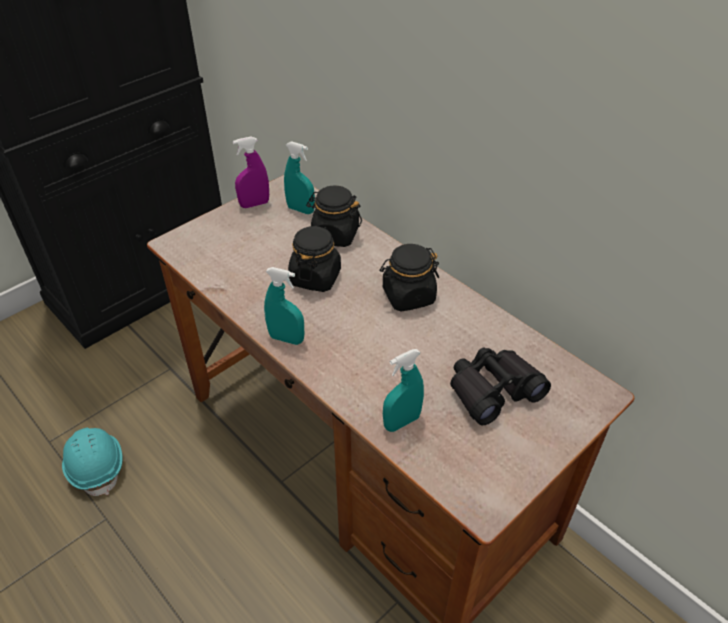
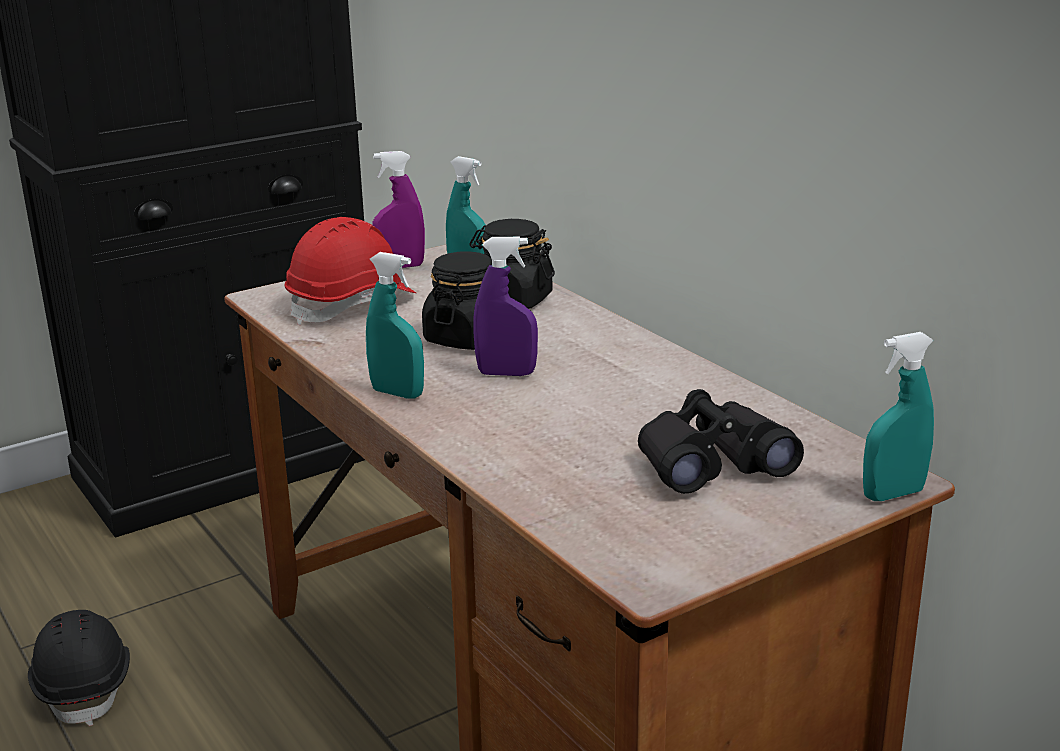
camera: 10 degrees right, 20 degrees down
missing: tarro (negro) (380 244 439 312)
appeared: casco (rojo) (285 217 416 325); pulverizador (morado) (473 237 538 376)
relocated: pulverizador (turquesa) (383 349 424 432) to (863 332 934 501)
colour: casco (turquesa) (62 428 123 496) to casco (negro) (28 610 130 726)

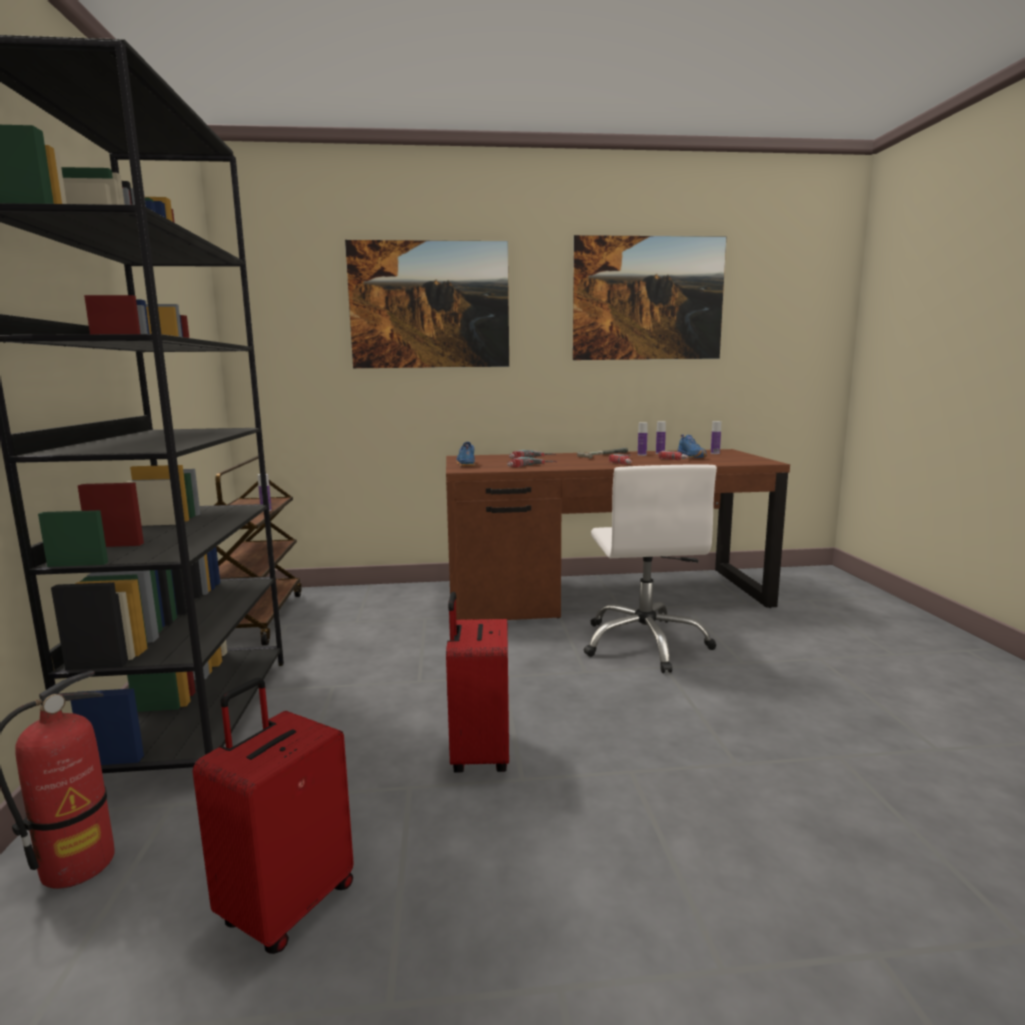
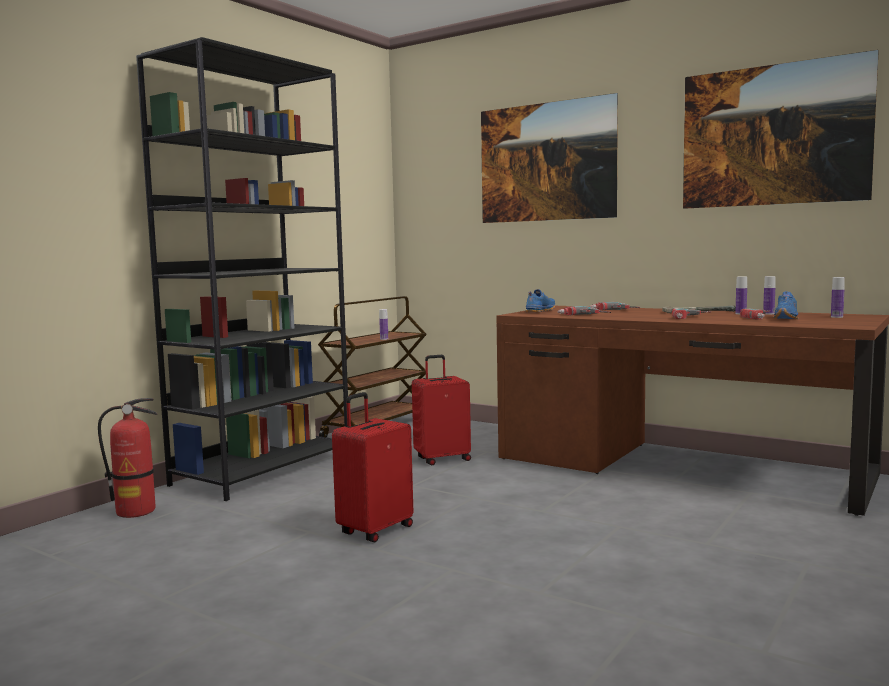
camera: 40 degrees right, 5 degrees down
missing: silla de oficina (blanco) (584 464 717 673)
relocated: maleta (rojo) (192 678 354 954) to (412 355 471 465)

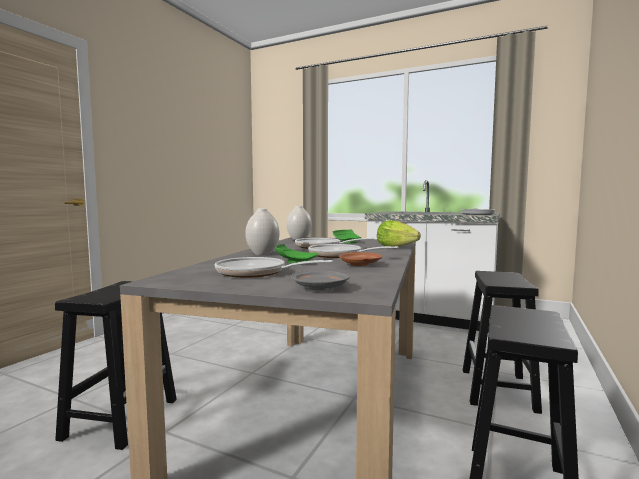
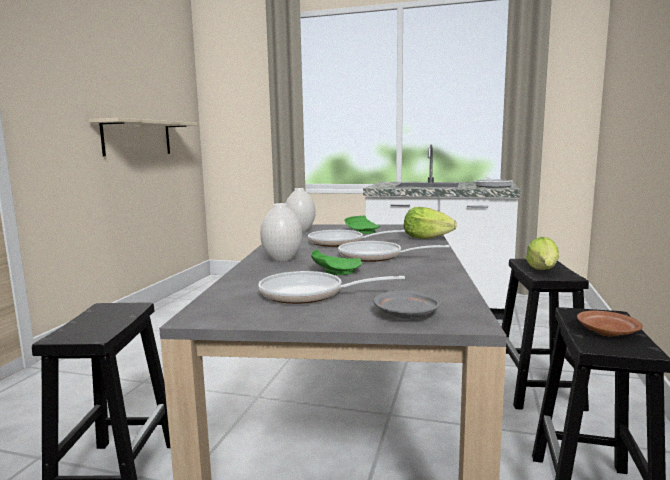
camera: 10 degrees left, 5 degrees up
appeared: estante (beis) (89 118 197 156); lechuga (526 237 559 270)
relocated: plato (marrón) (339 252 382 266) to (577 310 643 336)

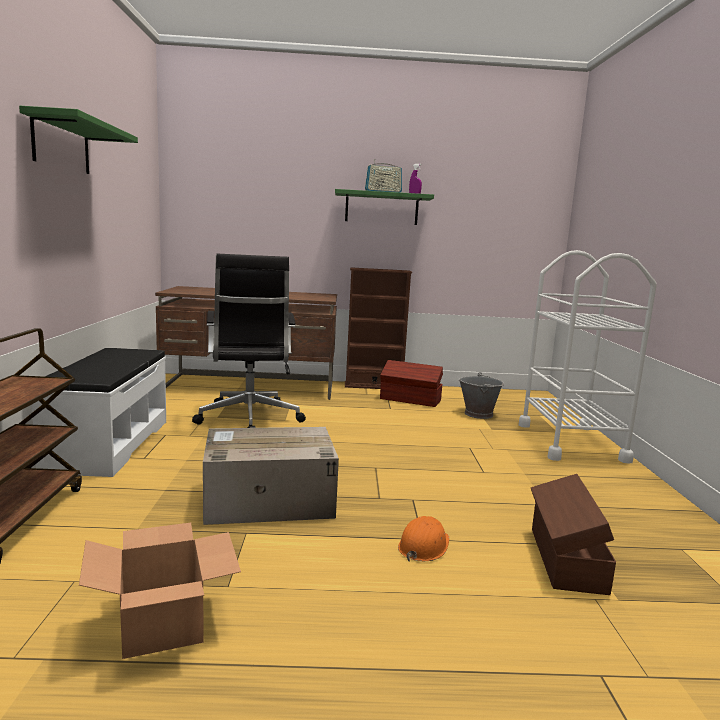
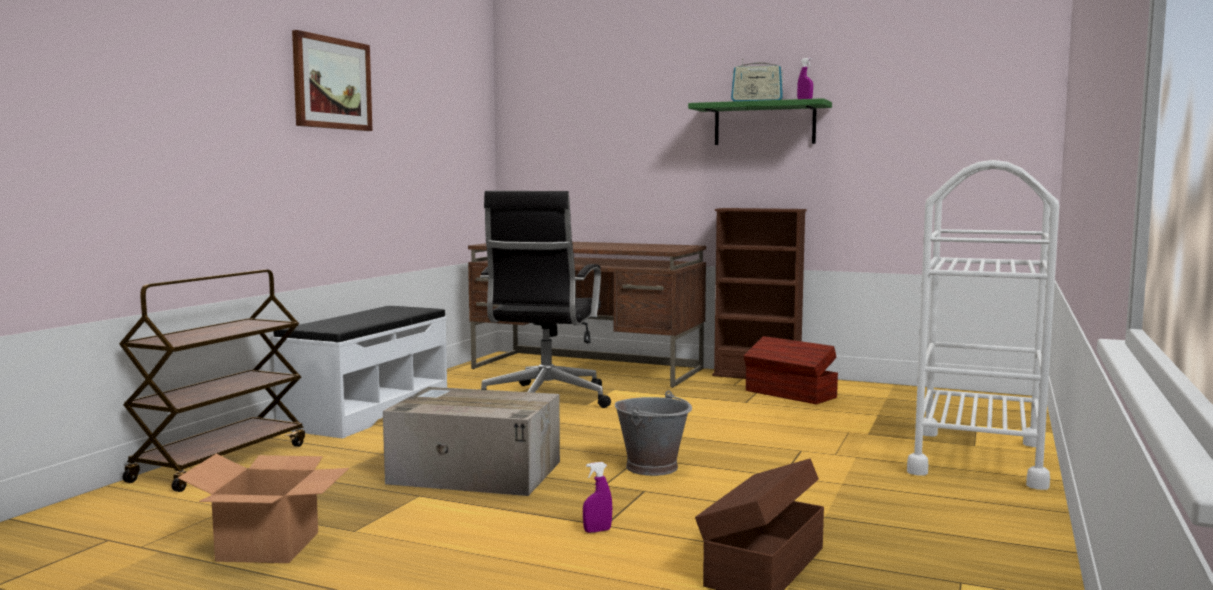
camera: 25 degrees right, 5 degrees down
relocated: cubo (gris) (458 372 505 419) to (615 390 692 476)
exchanged: estante (verde) (19 106 138 174) to cuadro (292 30 372 131); casco (naranja) (398 516 449 561) to pulverizador (morado) (583 462 612 533)

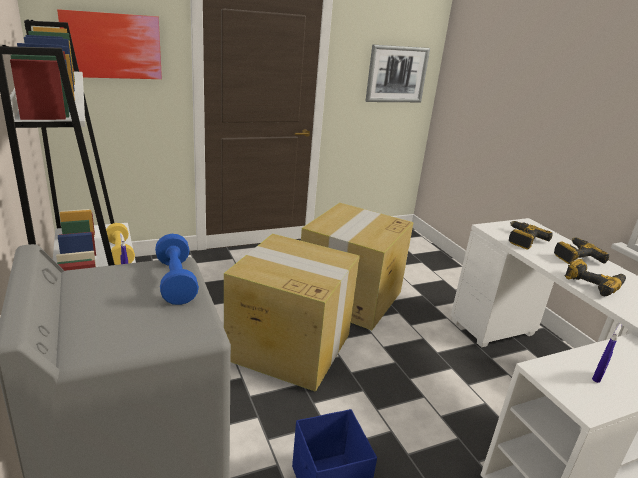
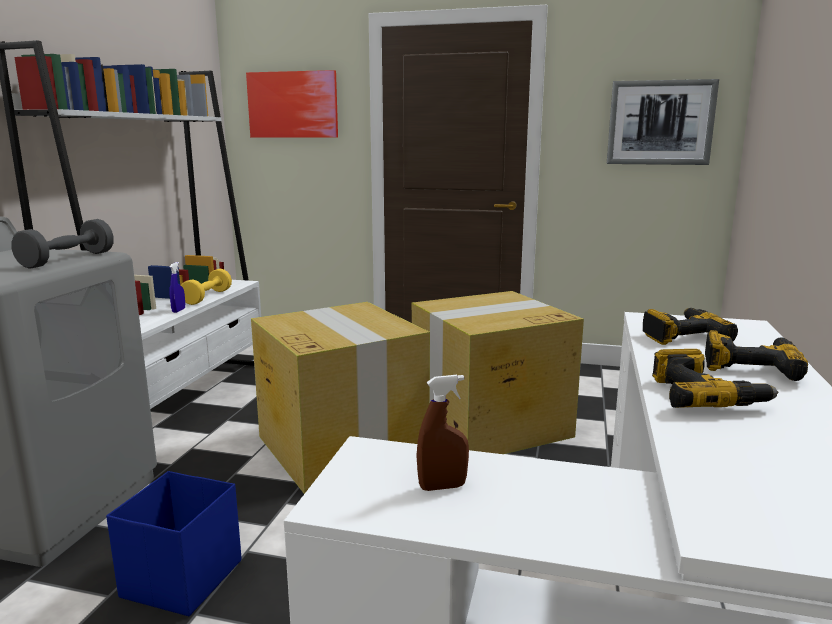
camera: 40 degrees right, 10 degrees down
colour: mancuerna (azul) (155 234 199 305) to mancuerna (gris) (11 219 114 269); pulverizador (azul) (592 324 622 383) to pulverizador (marrón) (416 375 469 491)

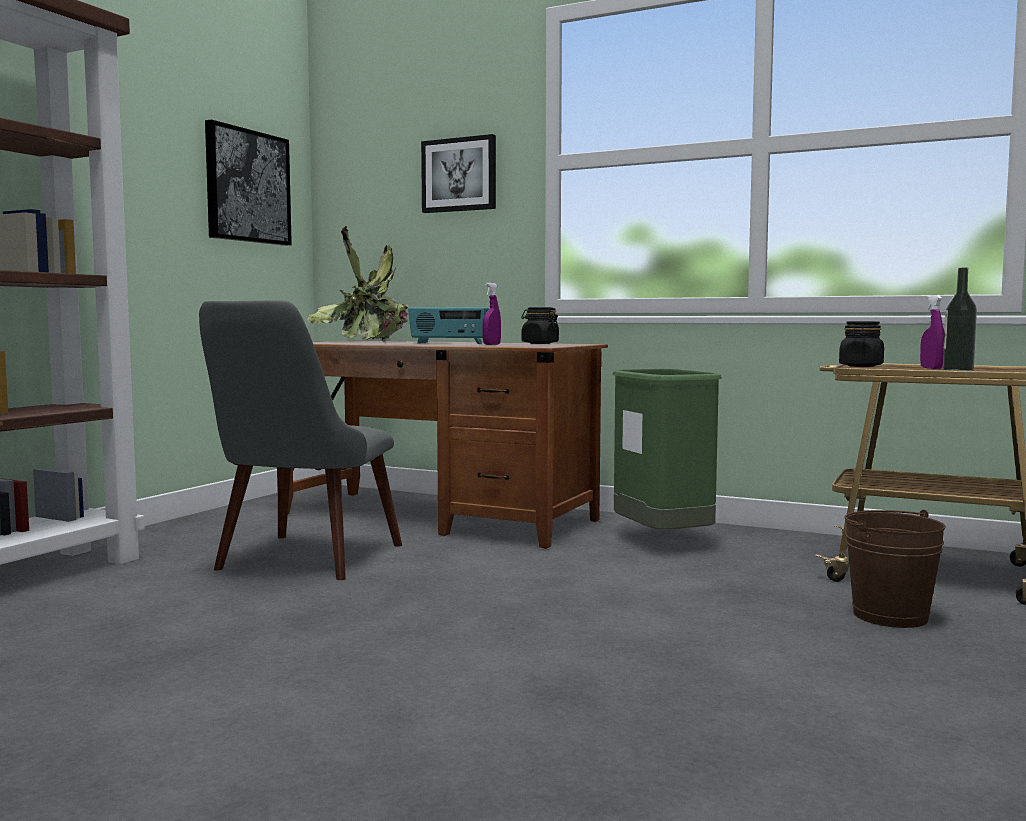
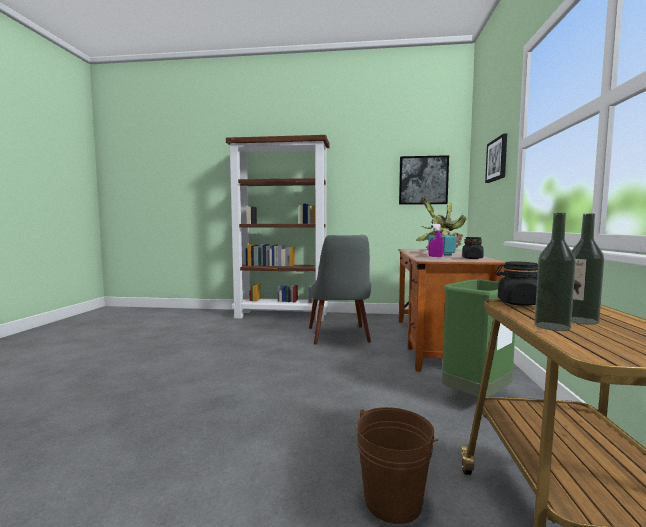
camera: 70 degrees right, 0 degrees up
exchanged: pulverizador (morado) (920 295 944 369) to botella (571 214 604 325)
spun: silla (gris) (199 300 402 580) = (309 235 371 344) 90 degrees counterclockwise

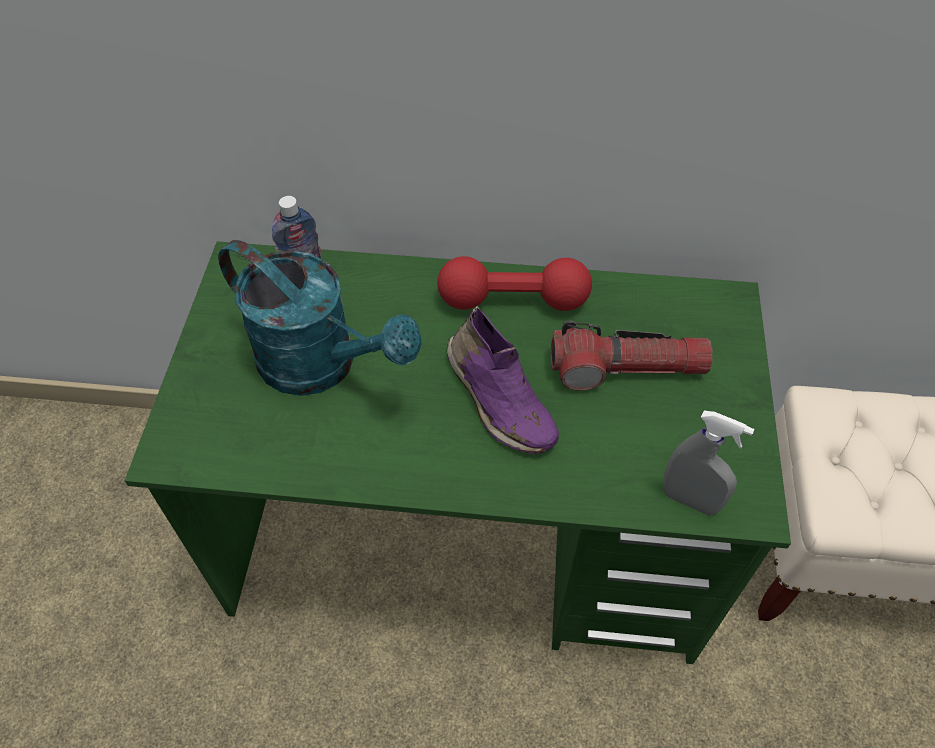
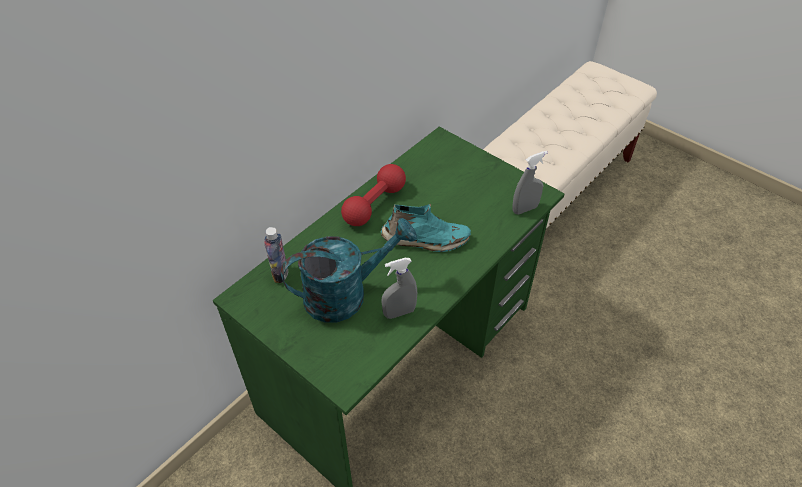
camera: 55 degrees left, 5 degrees down
missing: linterna (551 321 713 391)
appeared: pulverizador (gris) (382 258 417 319)
colour: zapato (morado) (447 306 559 454) to zapato (turquesa) (381 204 471 252)

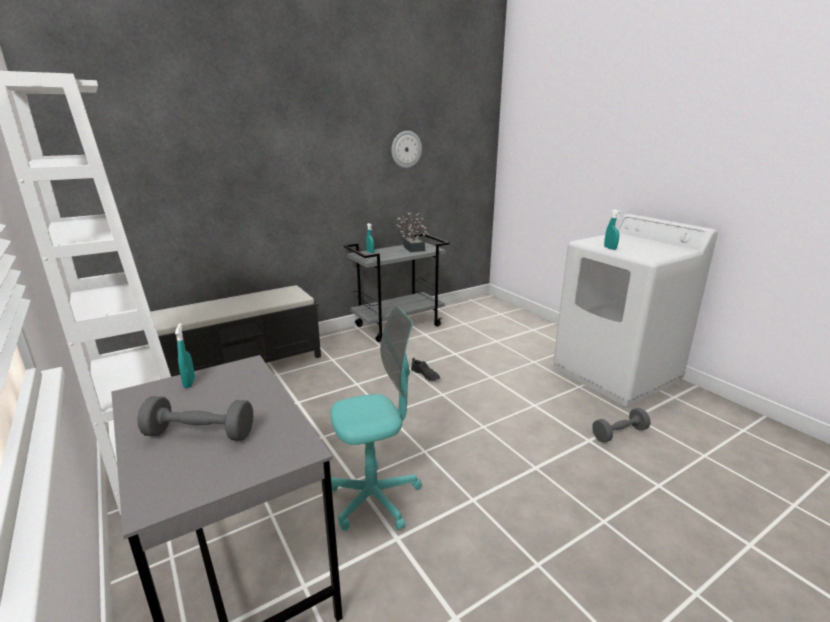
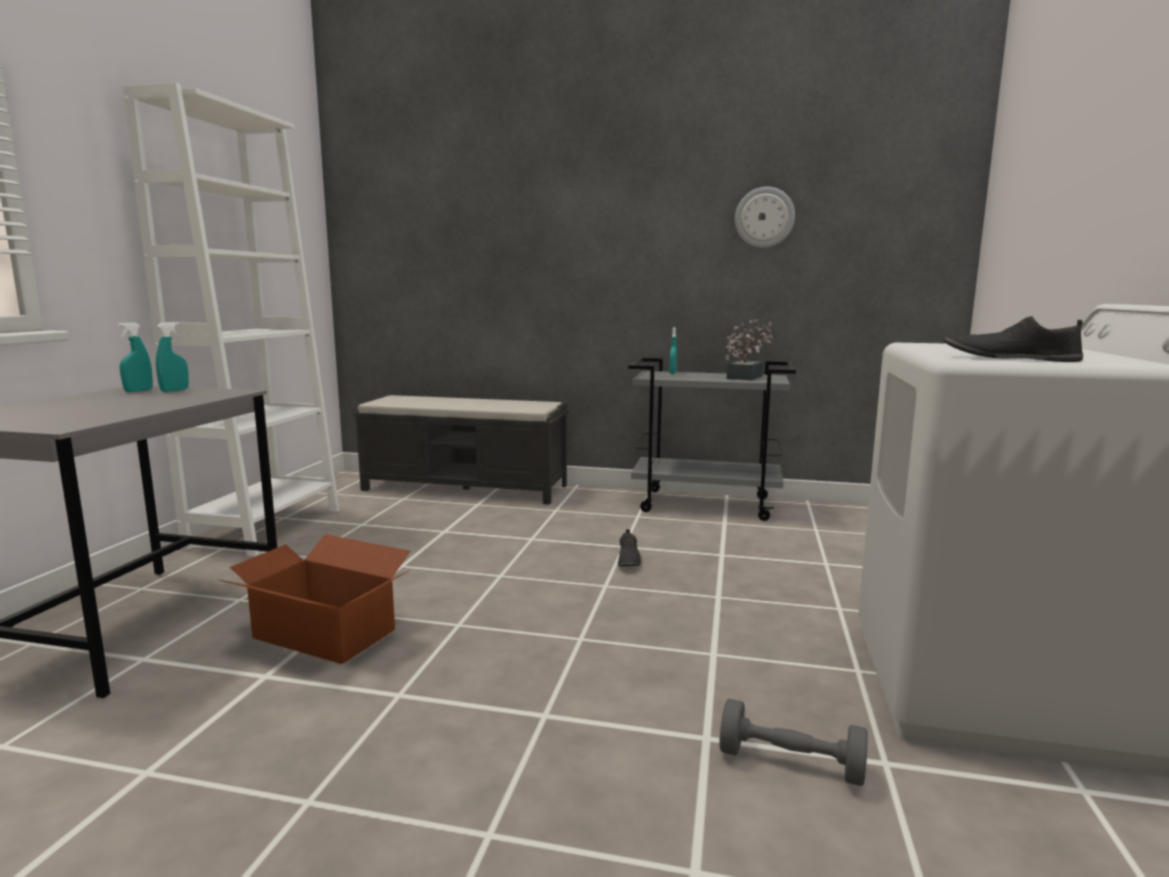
camera: 45 degrees right, 10 degrees down
missing: mancuerna (gris) (137 396 253 441)
appeared: zapato (negro) (943 316 1083 362)
relocated: pulverizador (turquesa) (604 209 622 250) to (118 323 153 392)
exchanged: silla de oficina (turquesa) (331 306 422 531) to caja de cartón (217 534 410 664)

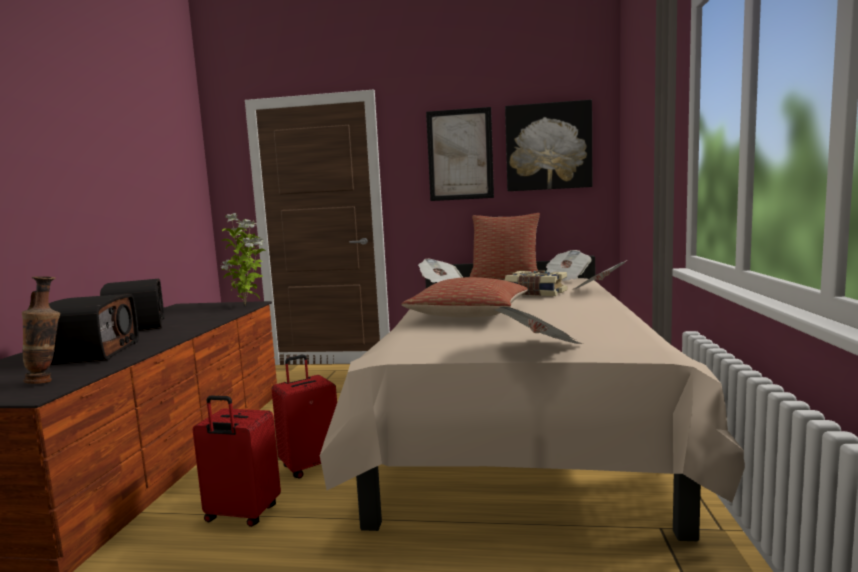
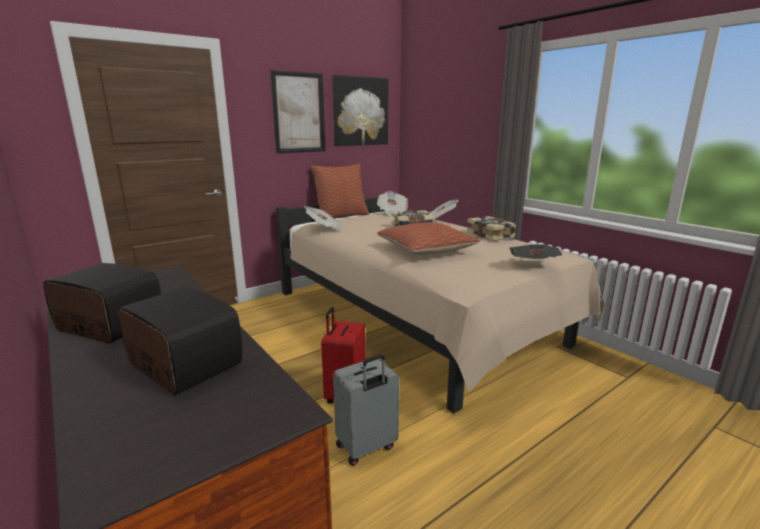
camera: 45 degrees left, 10 degrees up
missing: florero (22 276 60 384); planta en maceta (221 213 266 306)
appeared: libro (467 216 516 241)
colour: maleta (rojo) (193 396 281 527) to maleta (gris) (333 354 399 466)

